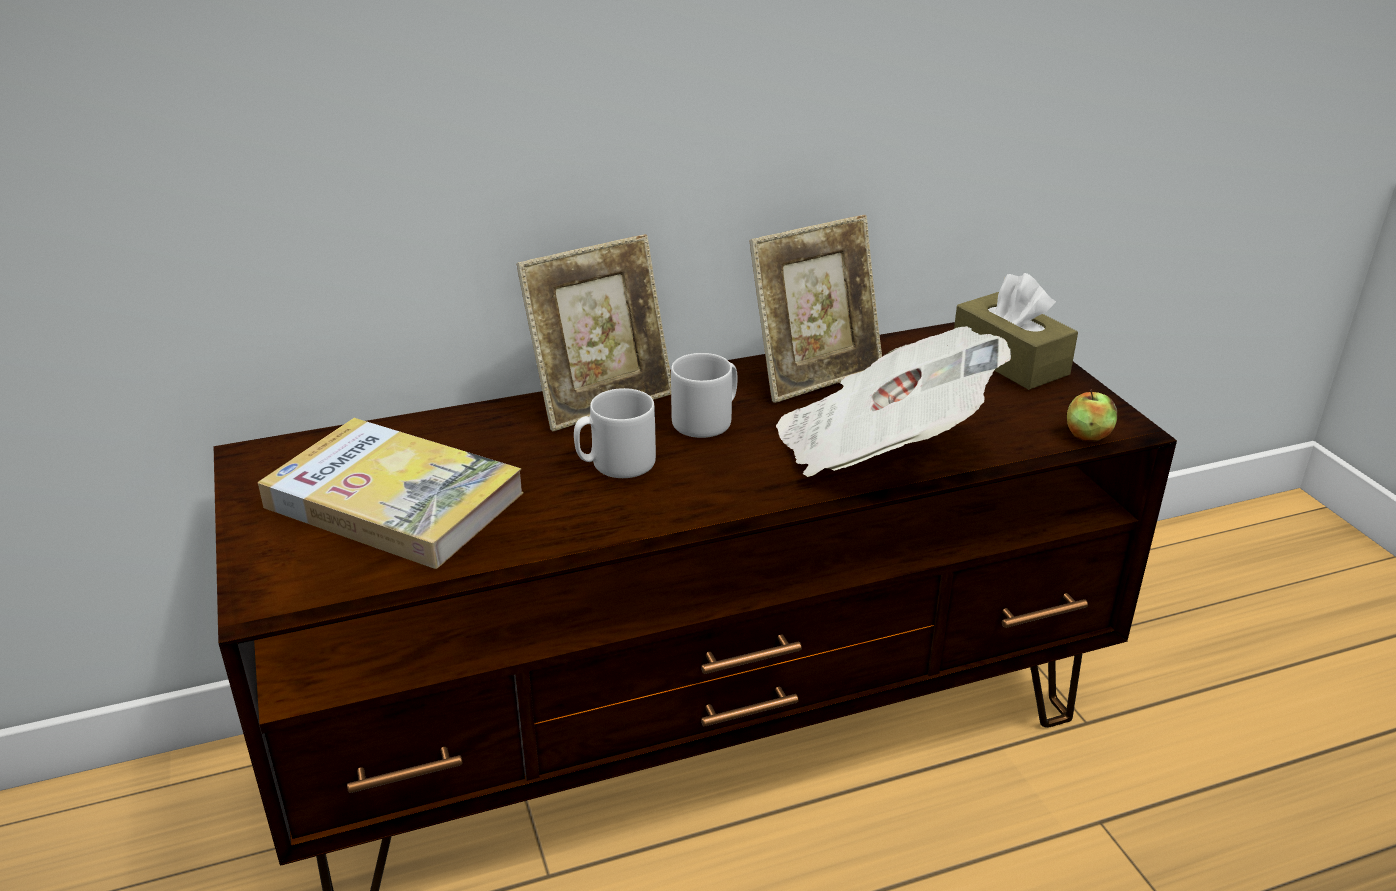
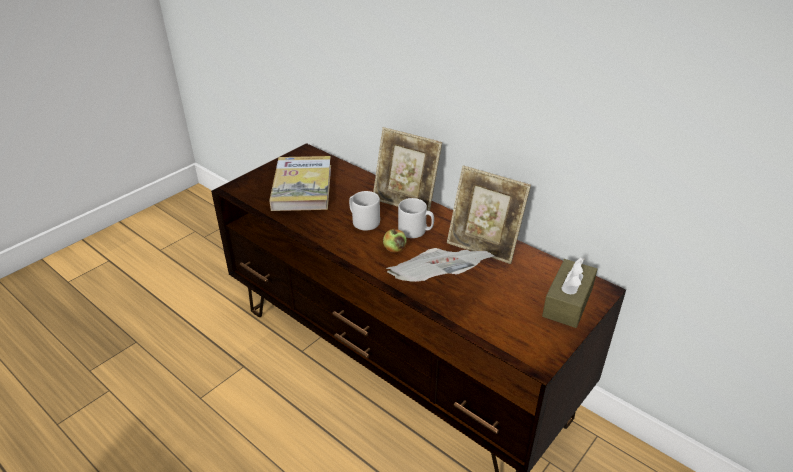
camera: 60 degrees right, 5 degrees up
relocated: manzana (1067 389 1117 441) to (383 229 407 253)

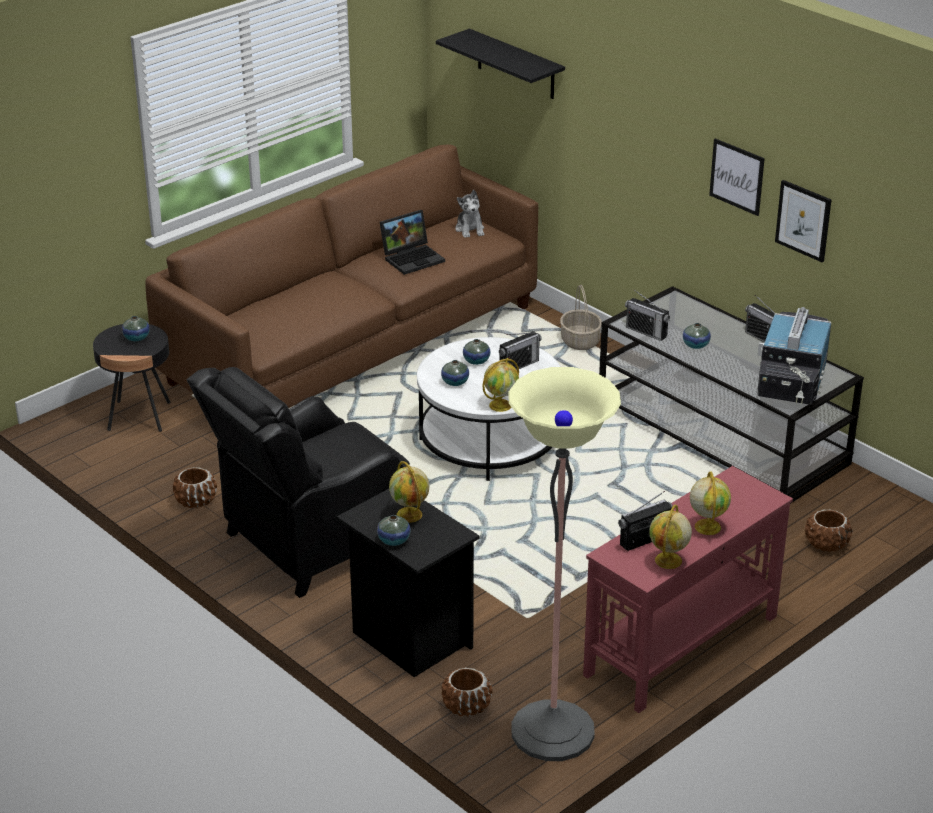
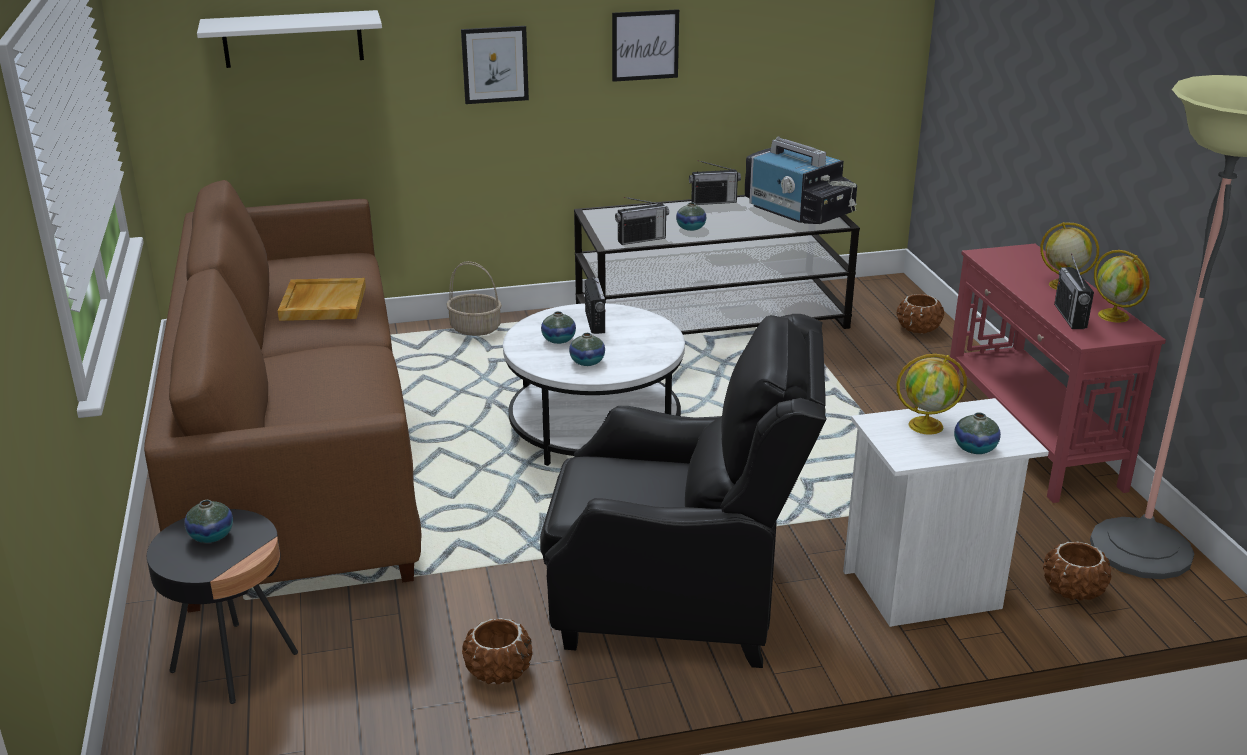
camera: 60 degrees left, 5 degrees down
missing: peluche (455 190 484 238); globo terráqueo (482 358 519 412)
relocated: cuadro (775 180 832 262) to (461 26 529 104)
exchanged: portátil (380 210 445 275) to bandeja (beis) (278 278 366 321)
colour: mesita de noche (negro) (337 489 479 677) to mesita de noche (blanco) (843 398 1049 627); estante (negro) (436 29 565 99) to estante (blanco) (197 10 382 68)
spun: sillón (negro) (187 367 410 598) = (540 314 827 668) 75 degrees counterclockwise

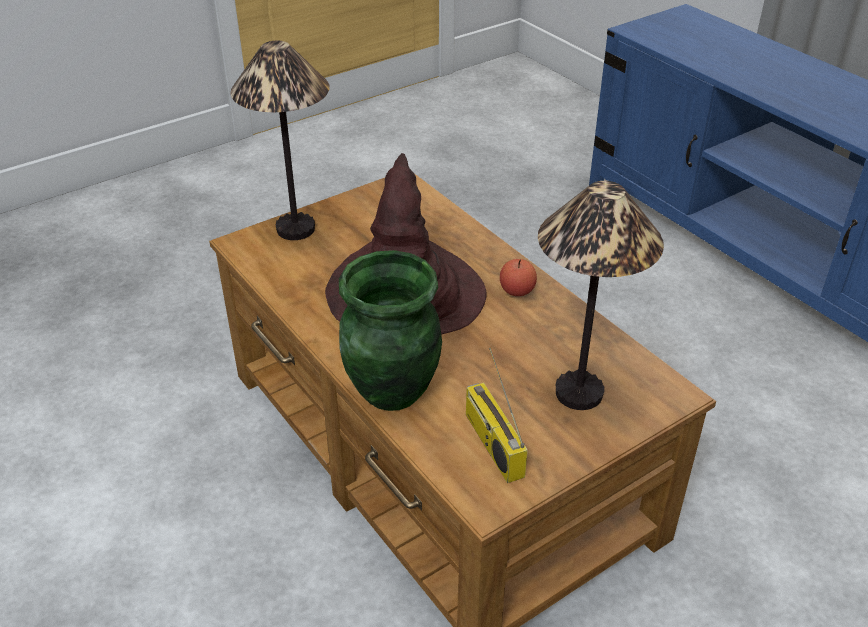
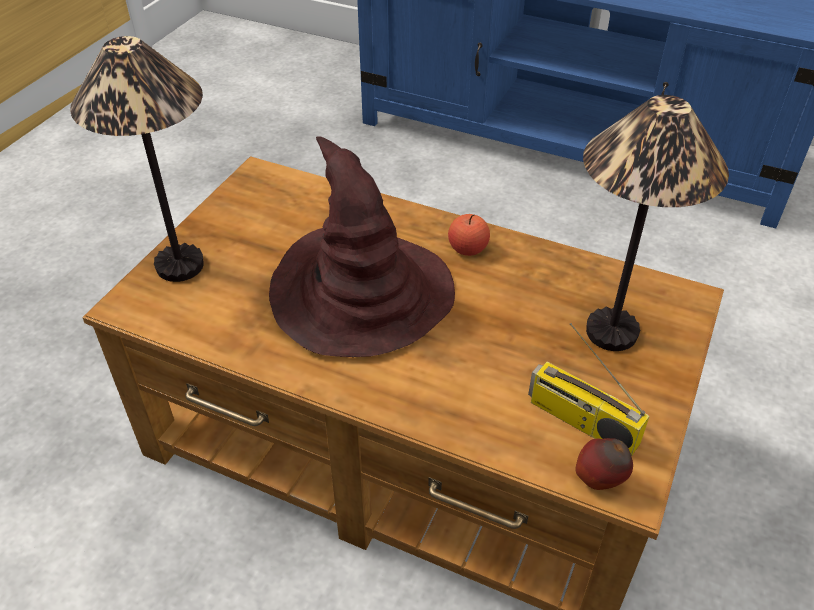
camera: 30 degrees left, 5 degrees up
missing: florero (verde) (339 250 442 411)
appeared: manzana (575 438 633 490)

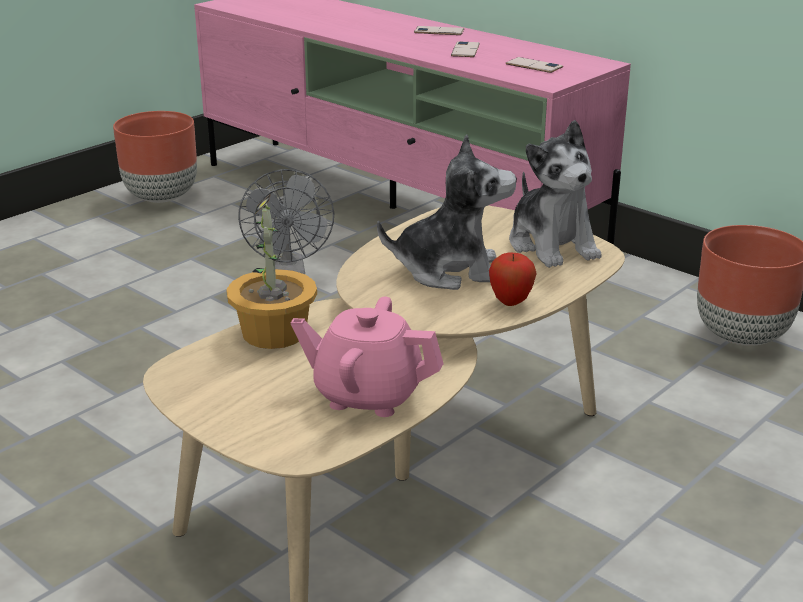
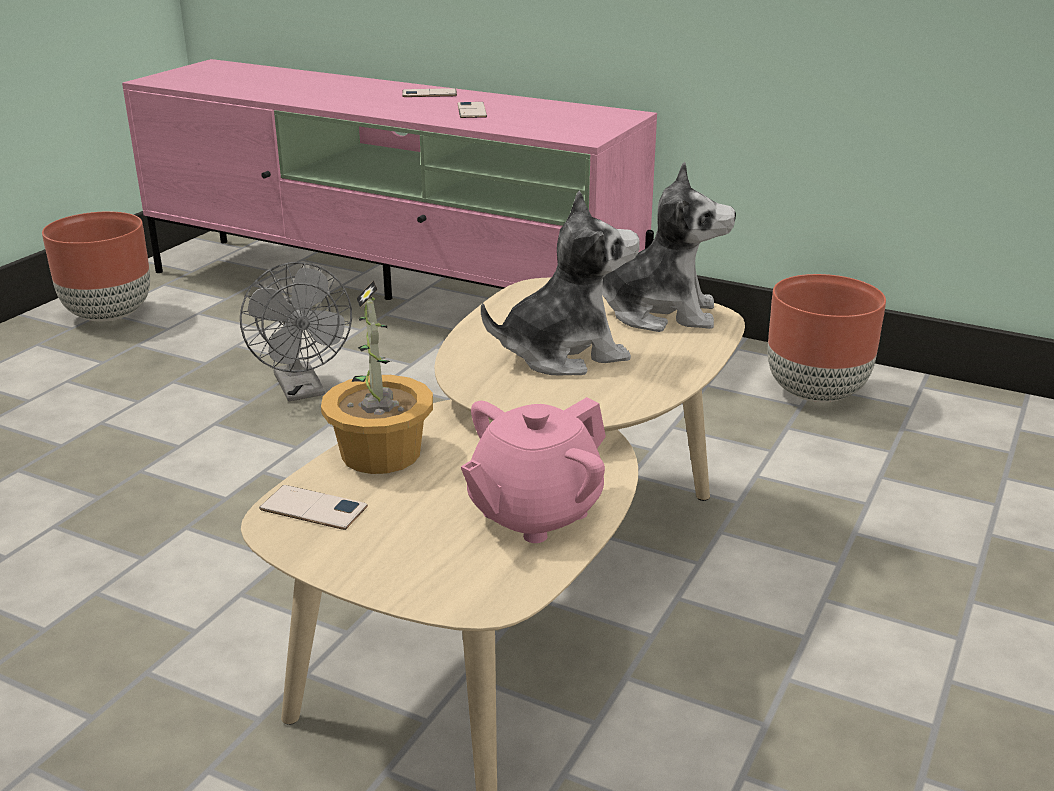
camera: 15 degrees left, 0 degrees up
missing: manzana (489 253 537 306)
relocated: móvil (506 57 563 73) to (259 485 368 530)
spun: tetera (rosa) (291 296 444 417) = (461 397 606 543) 45 degrees counterclockwise; peluche (509 120 602 268) = (602 162 736 332) 45 degrees counterclockwise

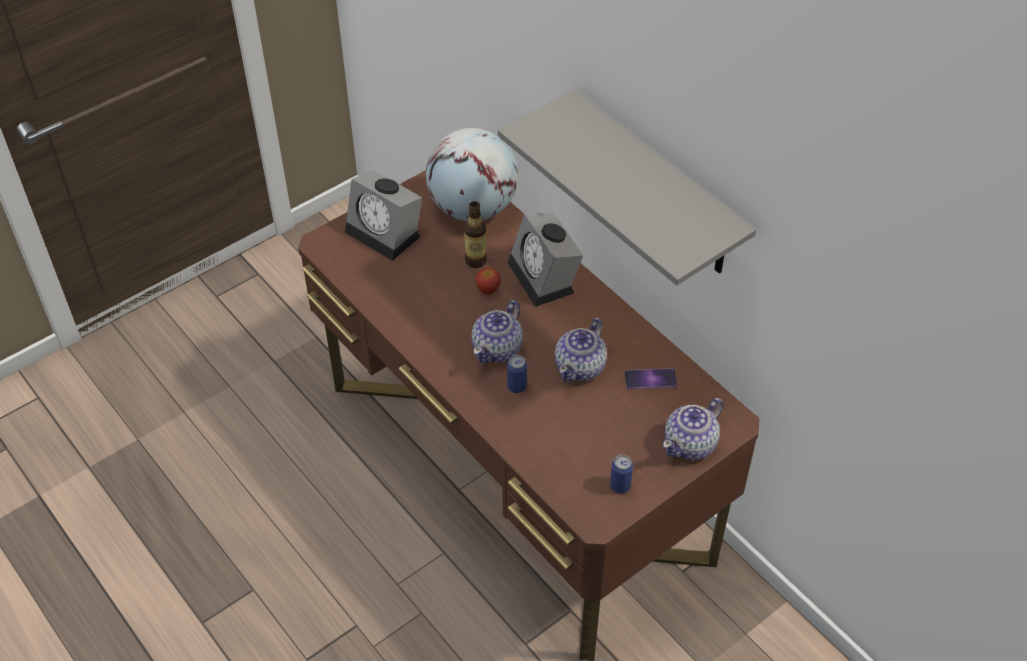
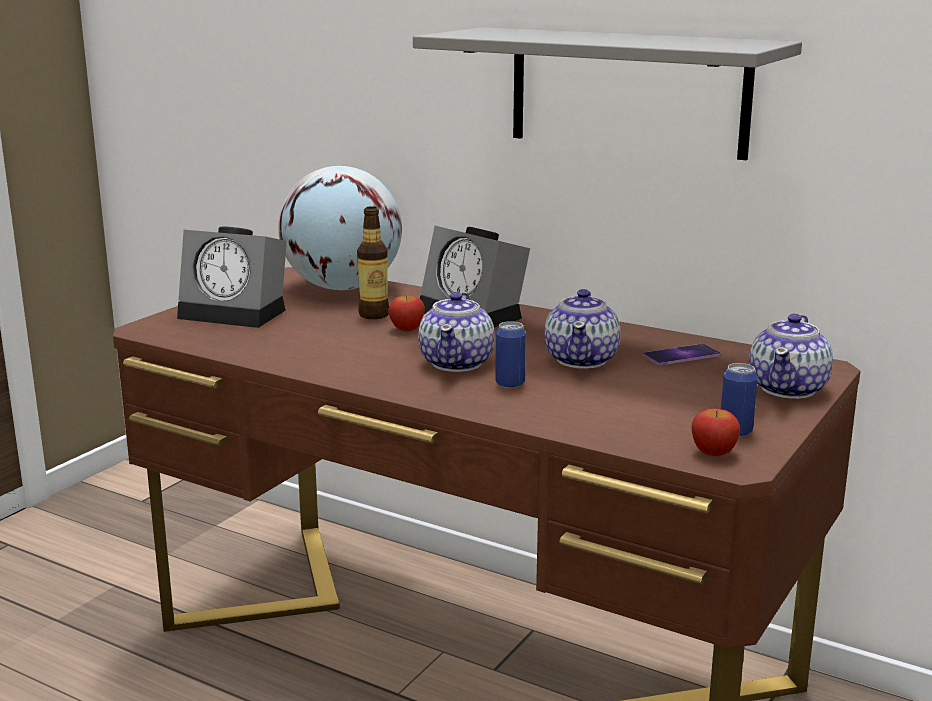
camera: 20 degrees left, 30 degrees down
appeared: manzana (691 408 741 456)

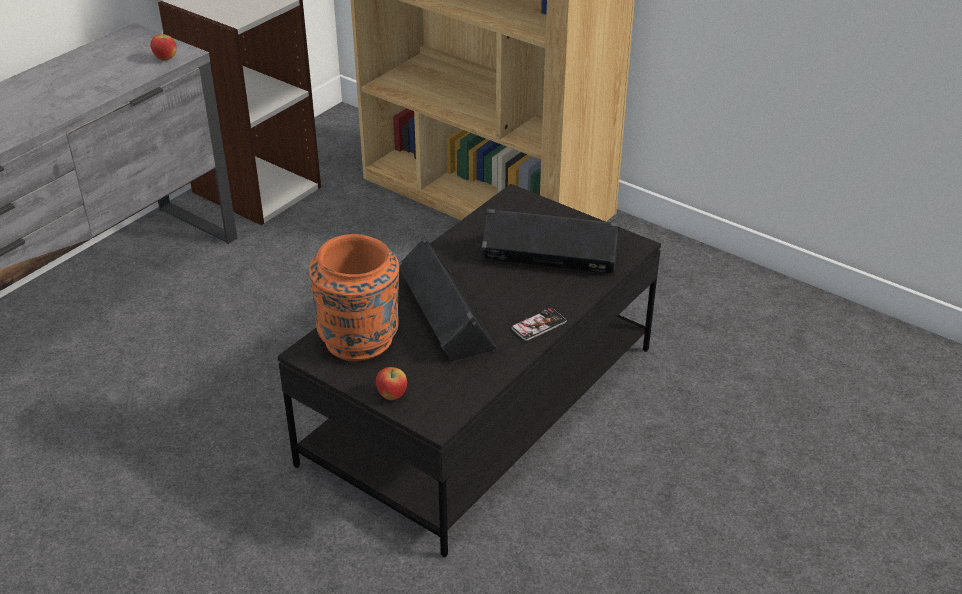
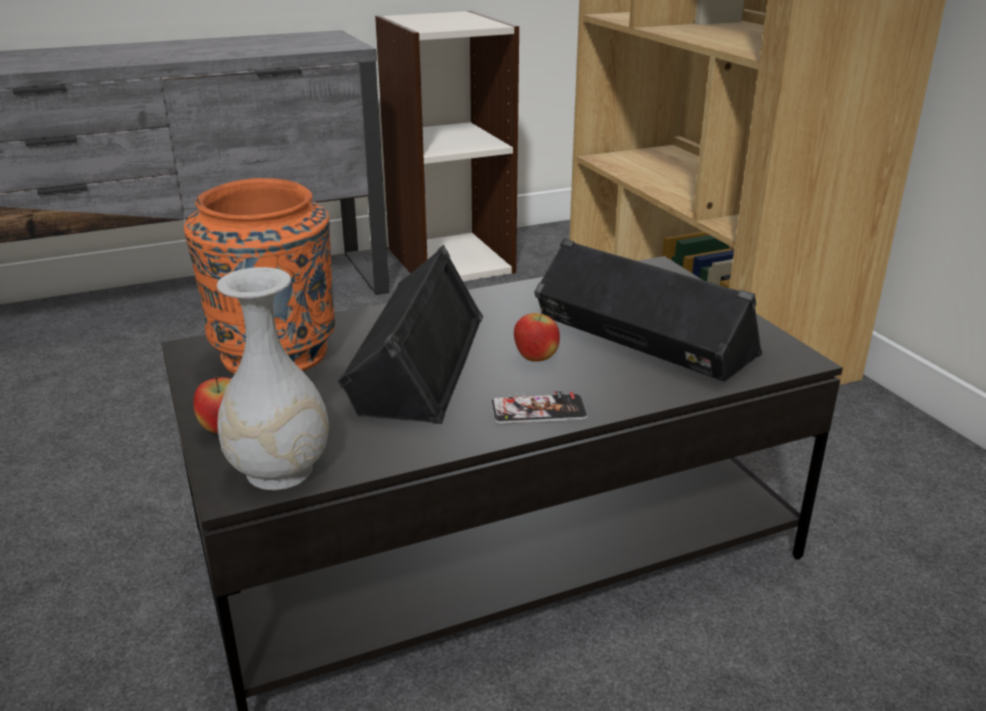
camera: 30 degrees right, 10 degrees down
appeared: florero (blanco) (217 267 329 490)
relocated: manzana (150 31 177 61) to (514 308 560 362)

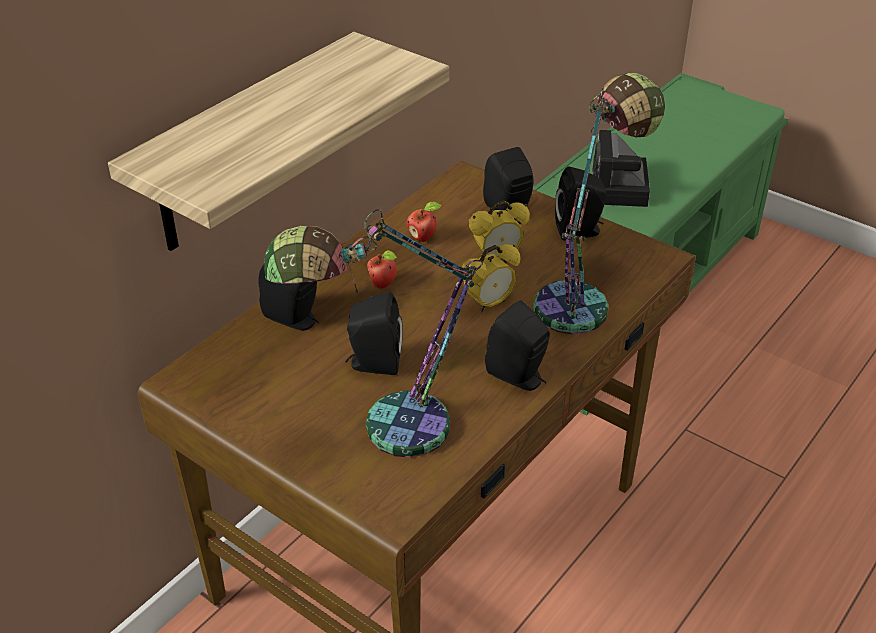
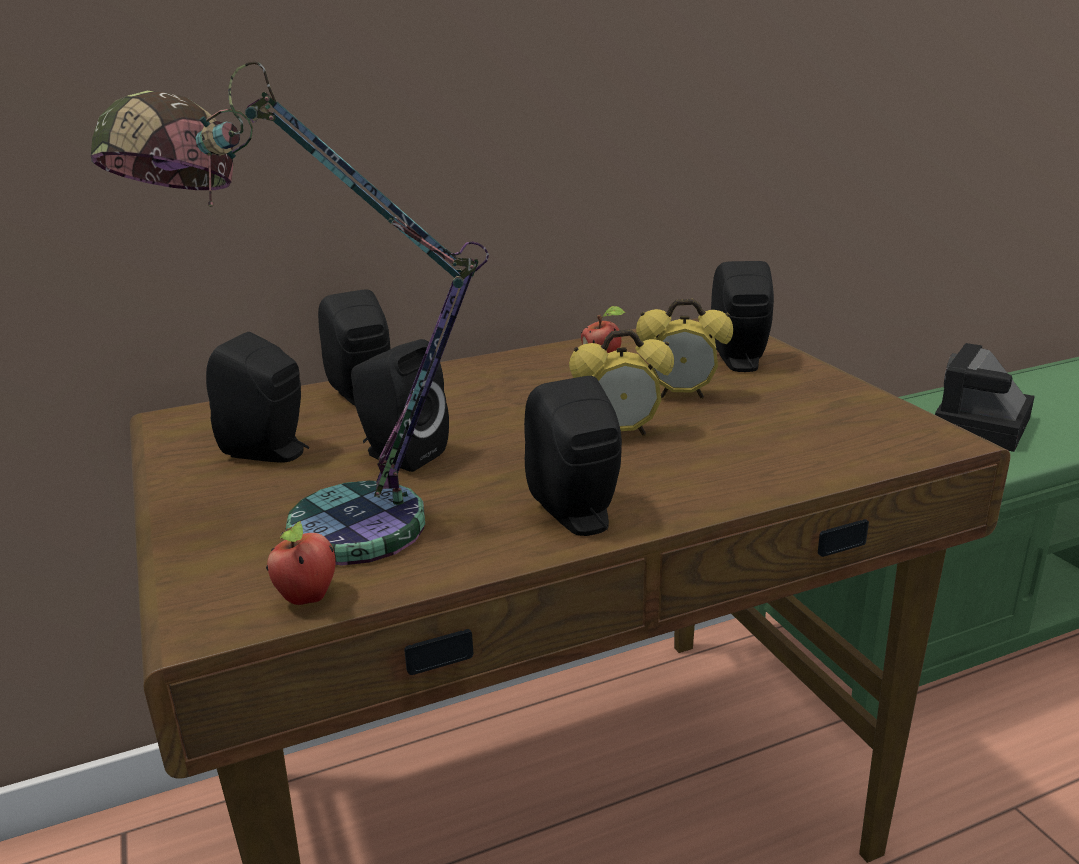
camera: 30 degrees right, 15 degrees down
missing: estante (108 32 449 251); lámpara de mesa (533 73 665 334)
relocated: manzana (367 250 397 289) to (266 521 336 605); altavoz (negro) (555 166 607 240) to (206 332 309 463)

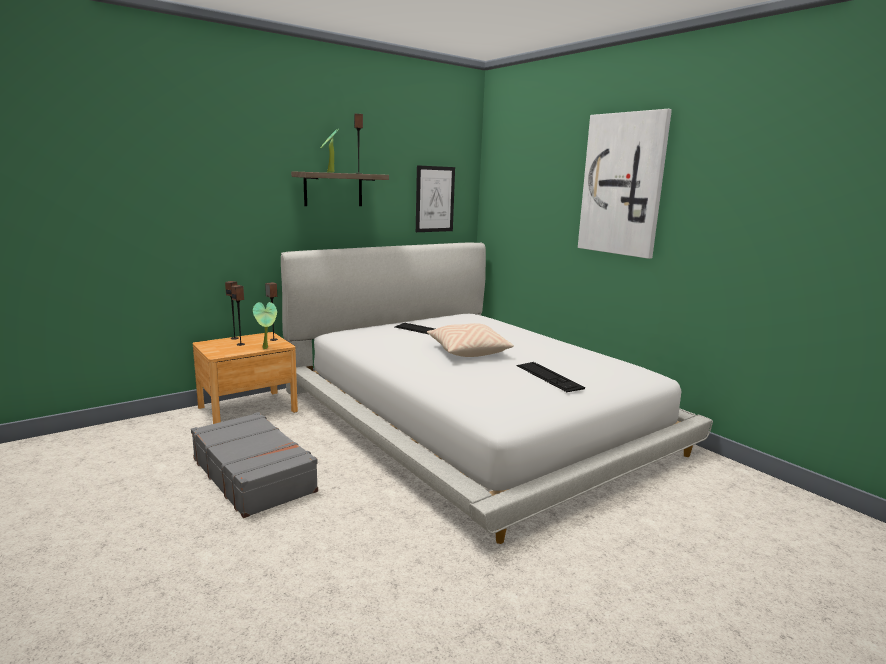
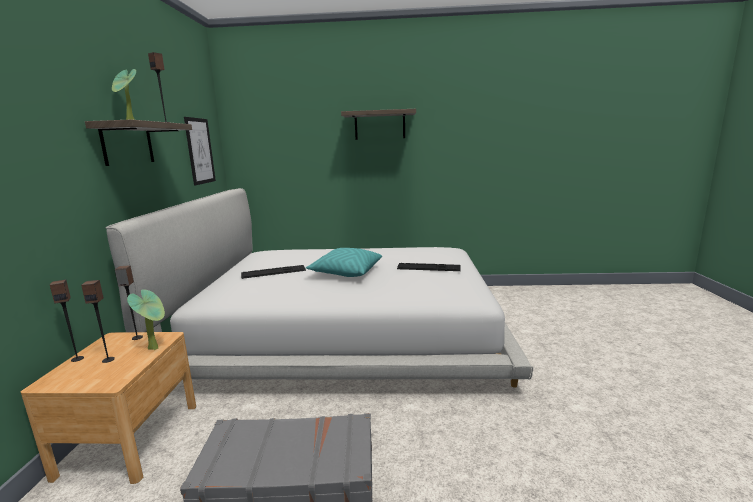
camera: 50 degrees left, 0 degrees up
exchanged: cuadro (578 109 672 259) to estante (341 109 416 140)
colour: cojín (beis) (427 323 514 357) to cojín (turquesa) (306 248 382 277)

